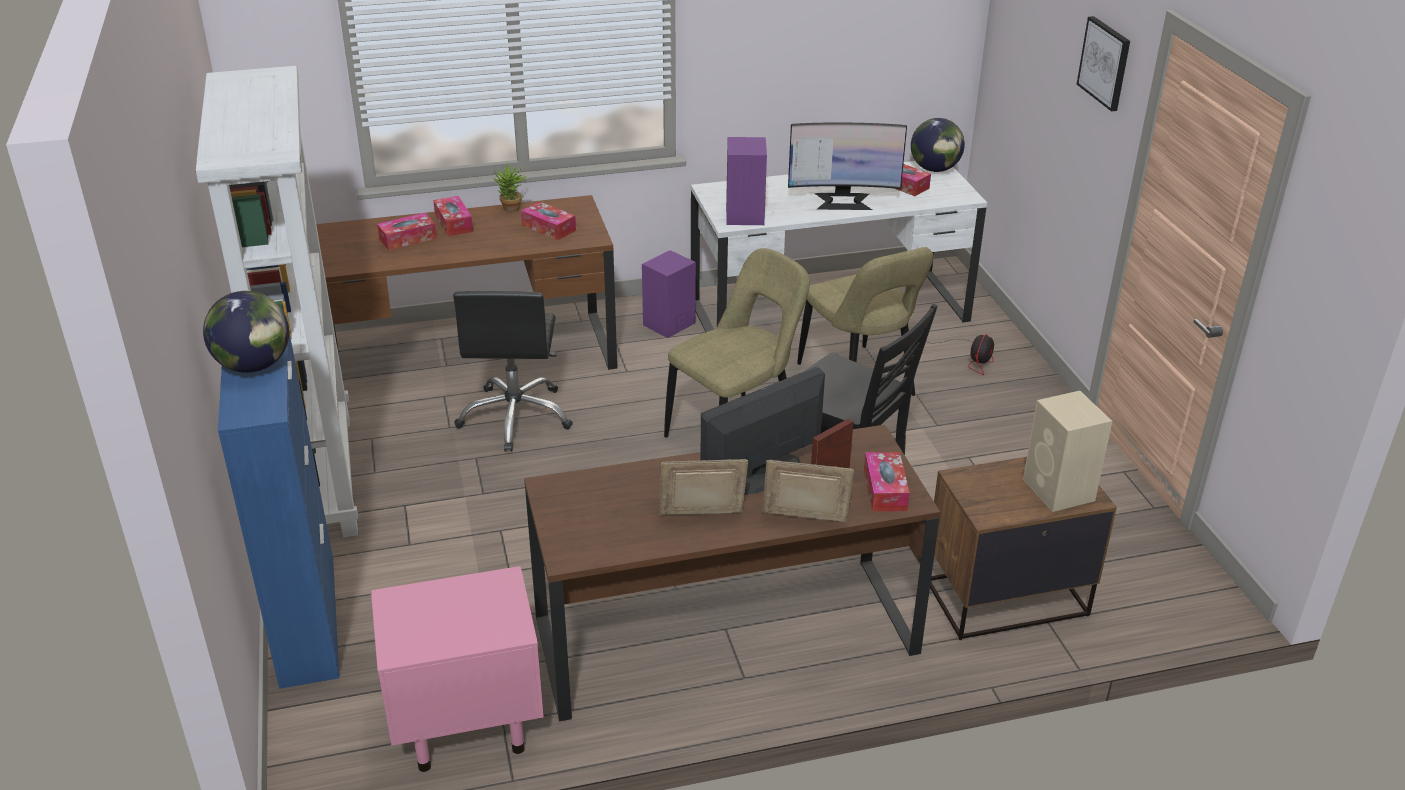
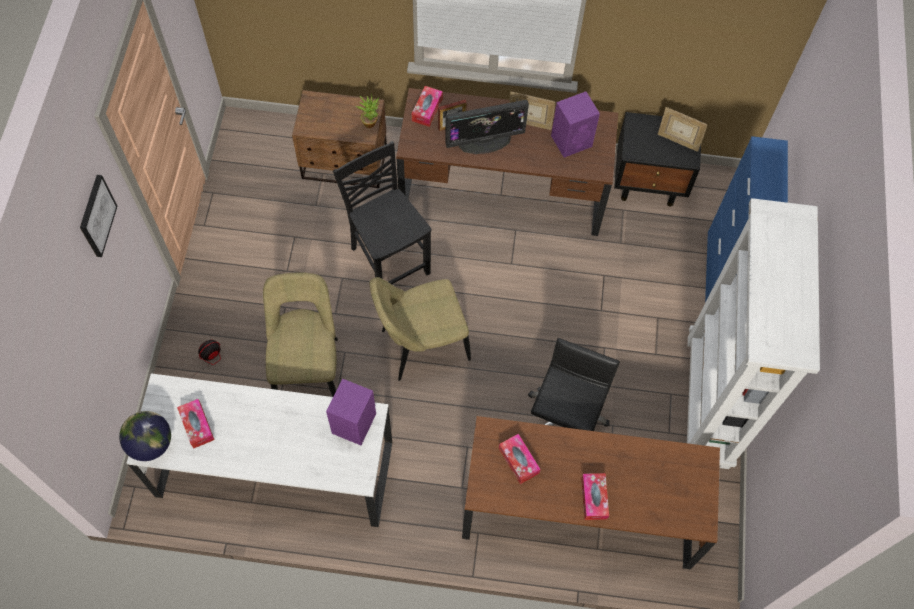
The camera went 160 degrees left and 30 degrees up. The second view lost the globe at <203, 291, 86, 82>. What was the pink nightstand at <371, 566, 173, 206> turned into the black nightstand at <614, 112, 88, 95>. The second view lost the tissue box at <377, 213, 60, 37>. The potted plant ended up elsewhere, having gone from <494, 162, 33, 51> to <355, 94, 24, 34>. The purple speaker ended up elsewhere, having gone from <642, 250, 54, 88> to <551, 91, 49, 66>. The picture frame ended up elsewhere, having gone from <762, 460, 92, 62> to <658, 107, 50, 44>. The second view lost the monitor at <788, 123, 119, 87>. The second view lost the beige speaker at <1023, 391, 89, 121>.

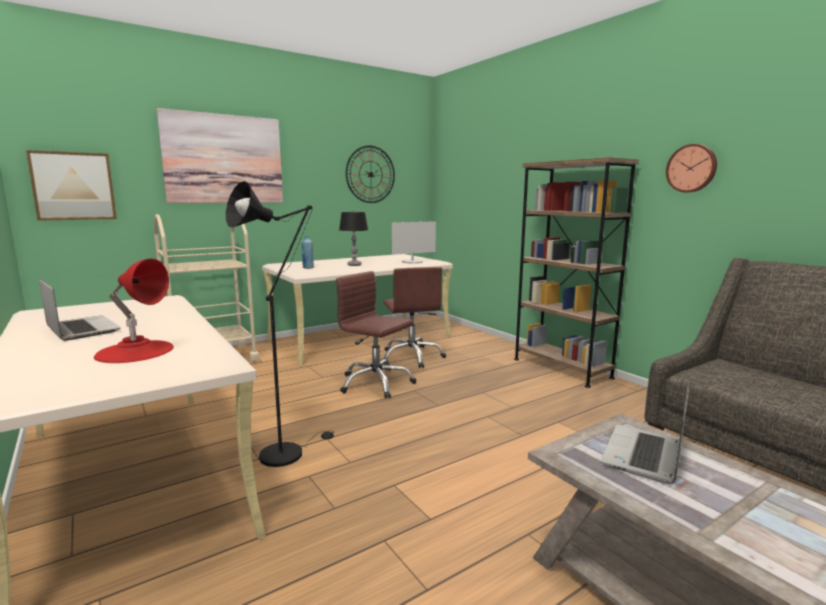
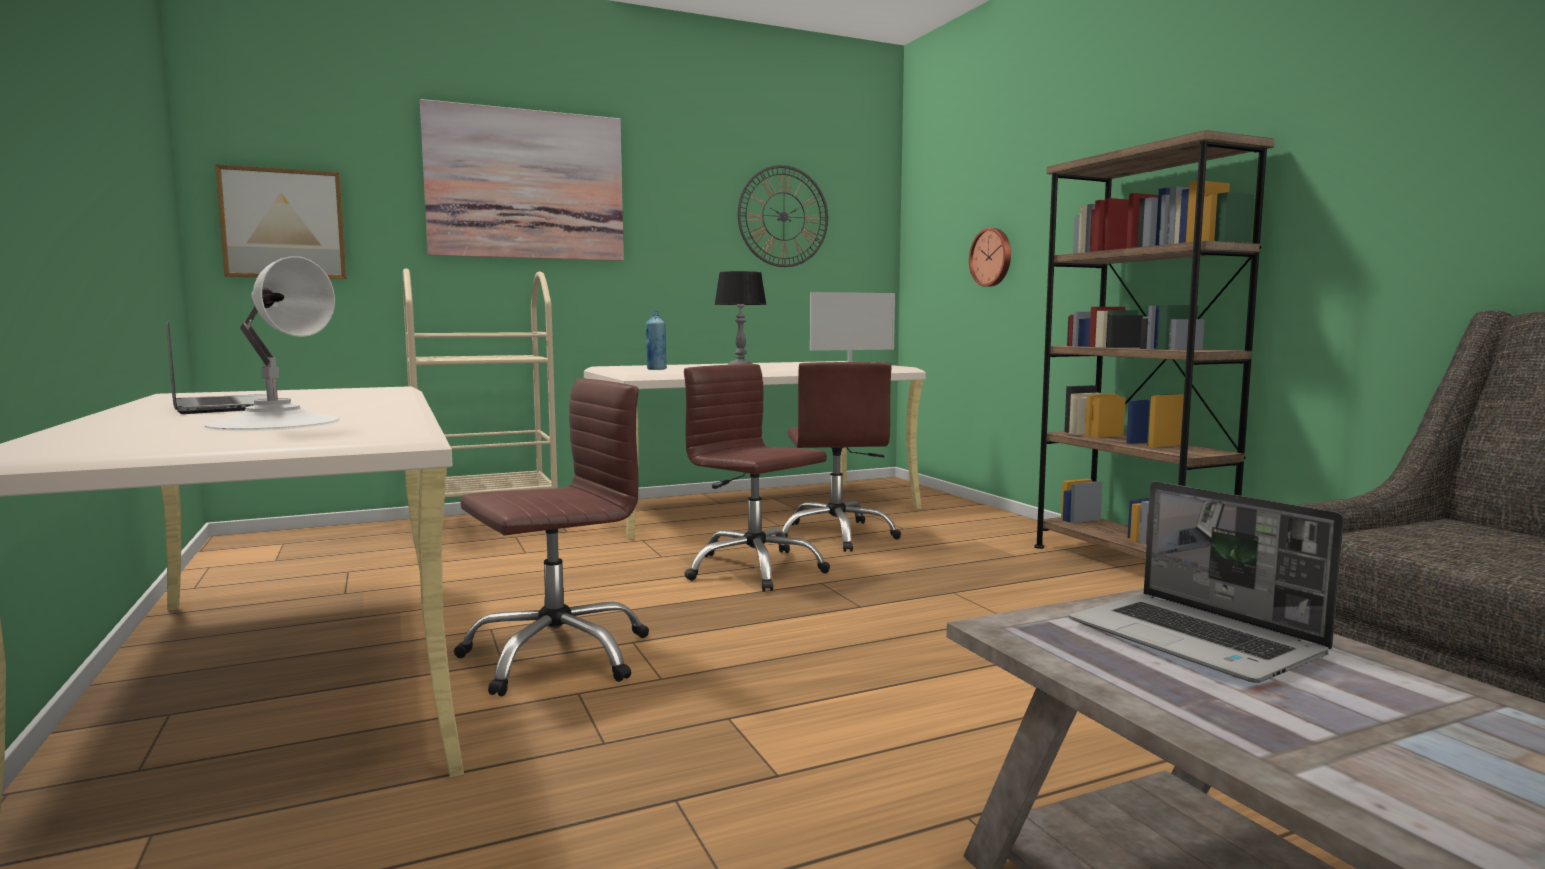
The camera went 10 degrees right and 5 degrees down. What was the red table lamp at <94, 258, 80, 105> turned into the white table lamp at <203, 256, 138, 175>. Where the black floor lamp stood at <226, 181, 109, 286>, the brown office chair came to stand at <454, 379, 195, 317>. The laptop at <601, 386, 88, 98> ended up facing another way, 75 degrees counterclockwise from before. The wall clock ended up elsewhere, having gone from <666, 144, 51, 49> to <969, 228, 42, 59>.

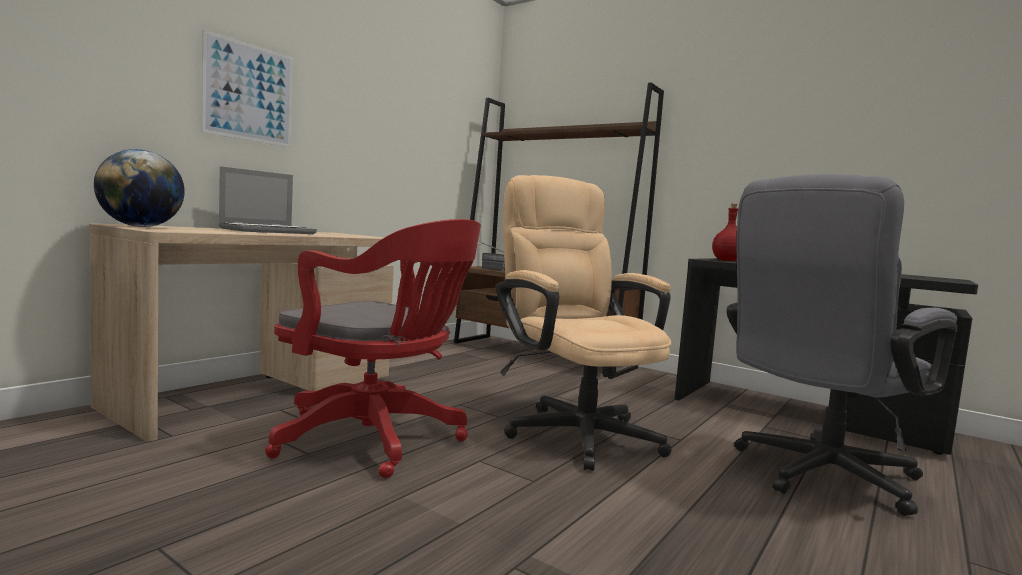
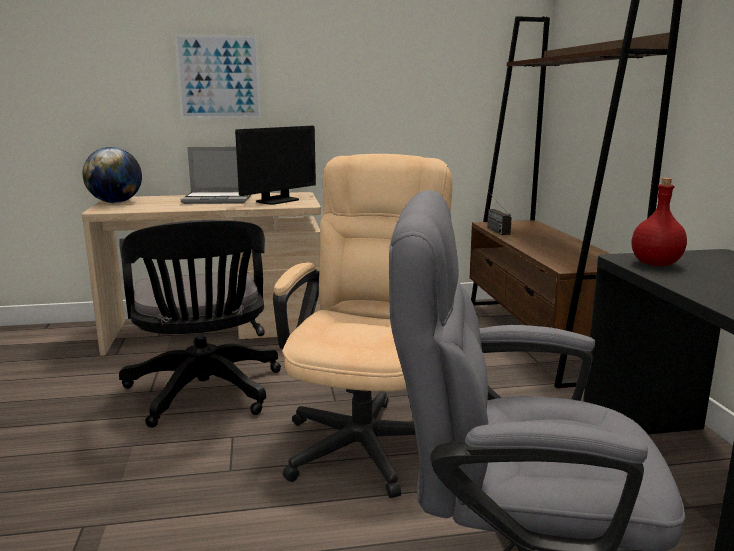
The camera went 45 degrees right and 10 degrees up. What was the red office chair at <265, 219, 216, 259> turned into the black office chair at <119, 220, 162, 208>. The second view gained the monitor at <235, 126, 81, 79>.

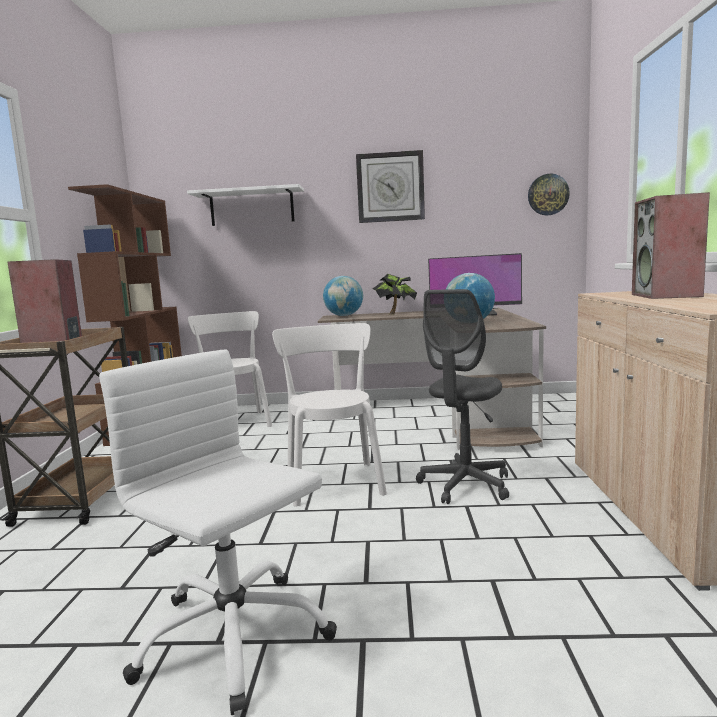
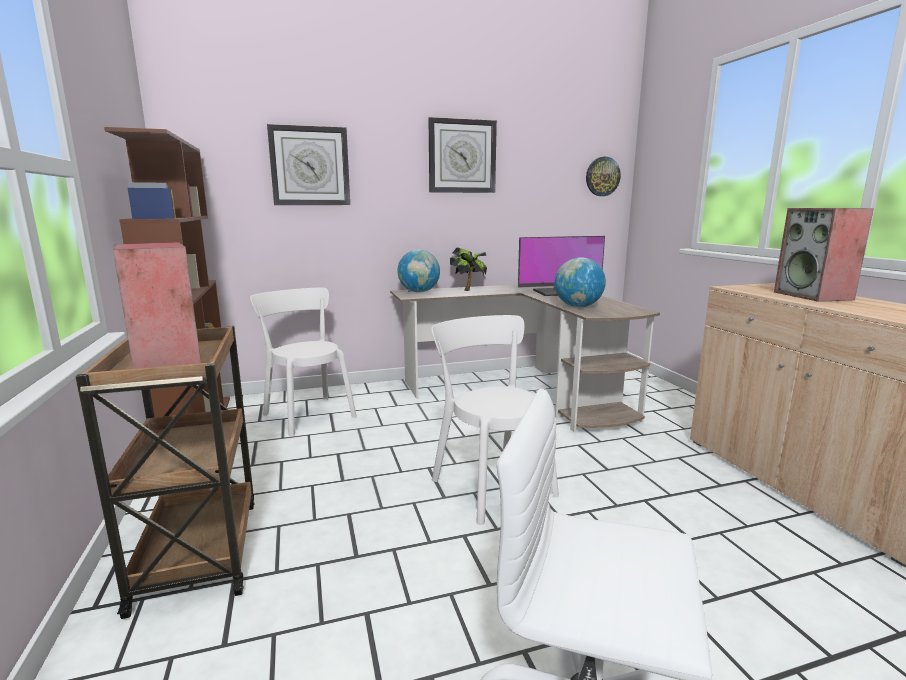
The camera went 20 degrees left and 5 degrees up. Where the white shelf hung at <187, 184, 117, 42>, the wall clock came to hang at <267, 124, 83, 81>. The second view lost the grey office chair at <416, 289, 93, 215>.

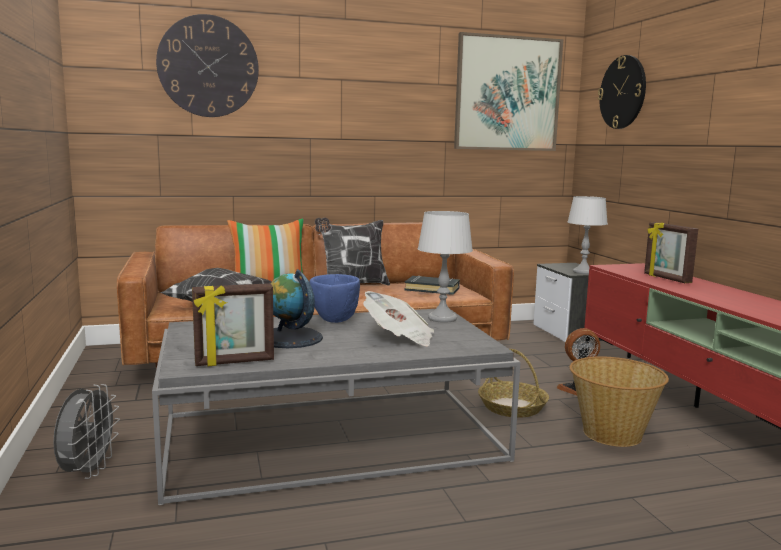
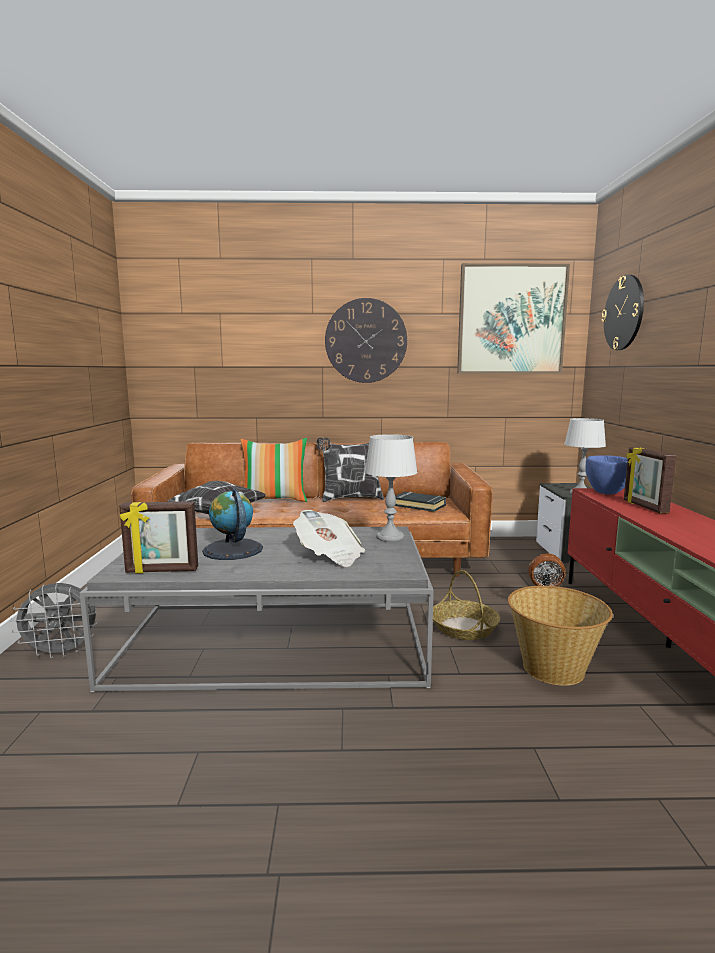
The camera went 15 degrees right and 0 degrees up. The grey fan at <53, 384, 67, 95> ended up facing another way, 60 degrees clockwise from before. The wall clock ended up elsewhere, having gone from <156, 14, 103, 103> to <325, 298, 82, 85>. The blue bowl ended up elsewhere, having gone from <309, 274, 51, 49> to <586, 455, 42, 39>.

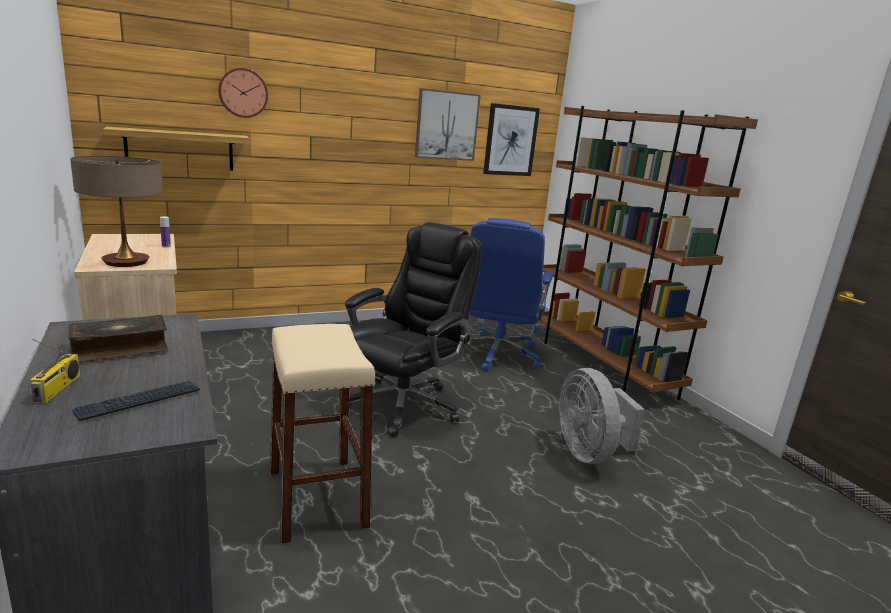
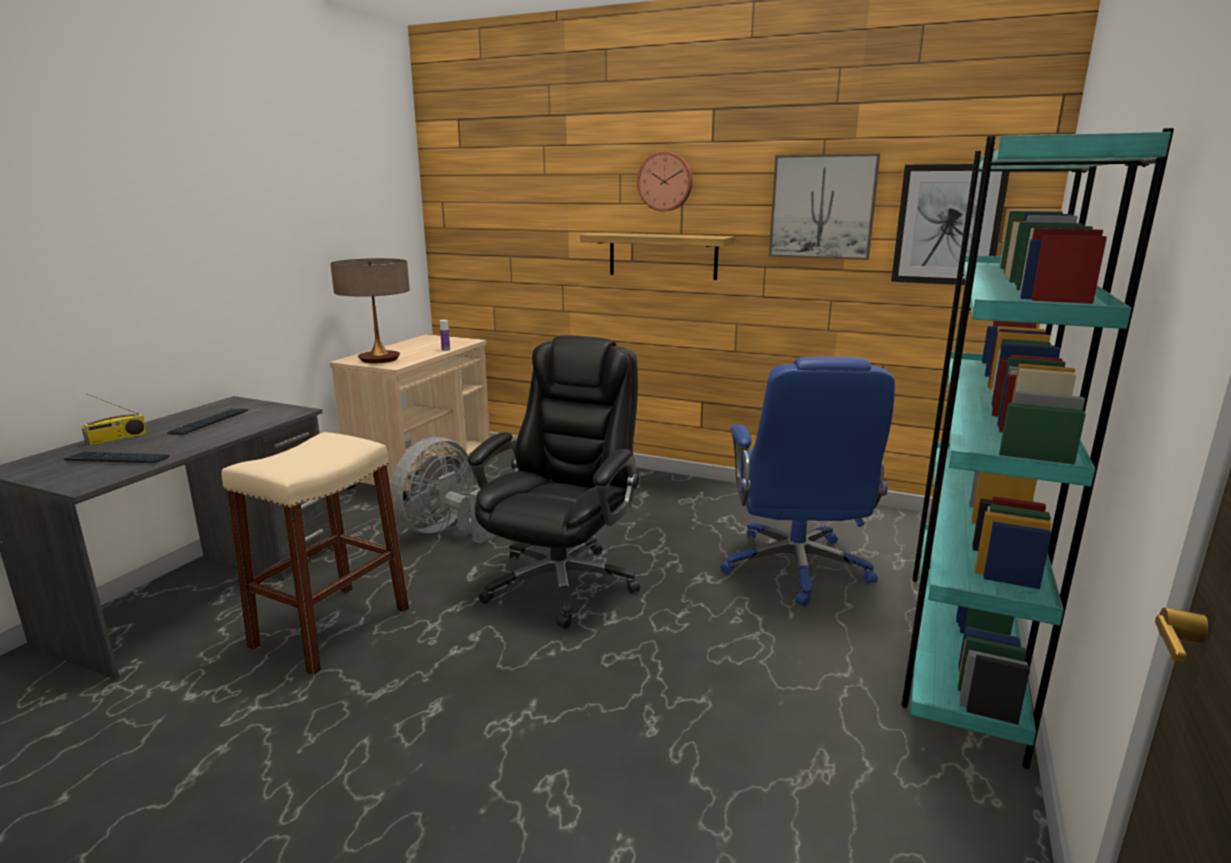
The camera went 50 degrees right and 0 degrees up. Where the book stood at <68, 315, 100, 48>, the keyboard came to stand at <167, 408, 81, 27>. The shelf ended up elsewhere, having gone from <103, 126, 147, 45> to <580, 233, 155, 47>. The wall clock ended up elsewhere, having gone from <218, 68, 50, 50> to <637, 151, 56, 60>. The black office chair at <345, 222, 137, 216> ended up facing another way, 60 degrees counterclockwise from before. The blue office chair at <469, 218, 85, 153> ended up facing another way, 60 degrees counterclockwise from before. What was the brown bookcase at <538, 106, 220, 294> turned into the turquoise bookcase at <901, 128, 273, 641>. The grey fan ended up elsewhere, having gone from <559, 368, 86, 96> to <390, 437, 105, 107>.

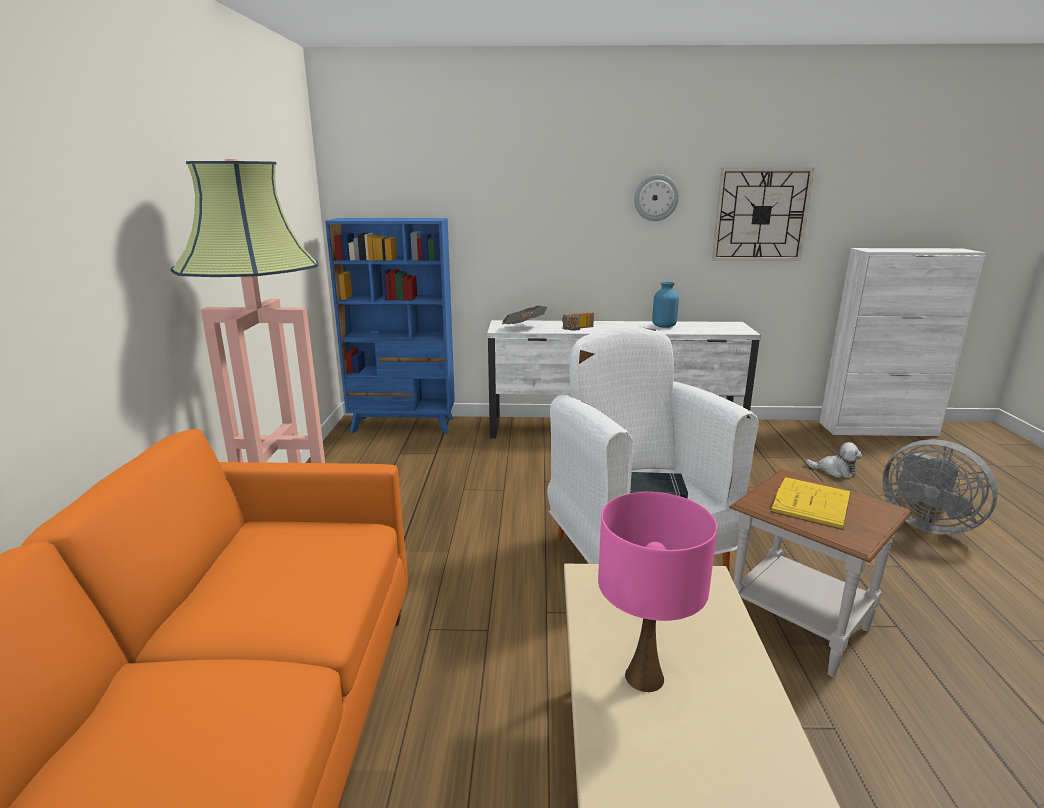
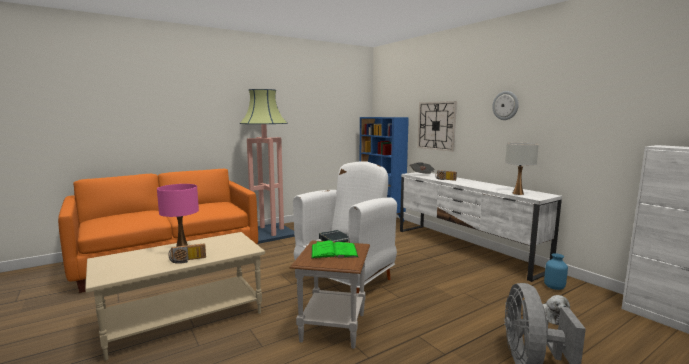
The camera went 55 degrees right and 10 degrees down. The blue vase ended up elsewhere, having gone from <652, 282, 27, 46> to <544, 253, 24, 37>. The wall clock ended up elsewhere, having gone from <712, 168, 103, 93> to <417, 101, 40, 51>. What was the yellow book at <770, 477, 81, 53> turned into the green book at <311, 240, 48, 19>. The second view gained the radio at <169, 243, 37, 21>. The second view gained the white table lamp at <505, 143, 34, 52>.

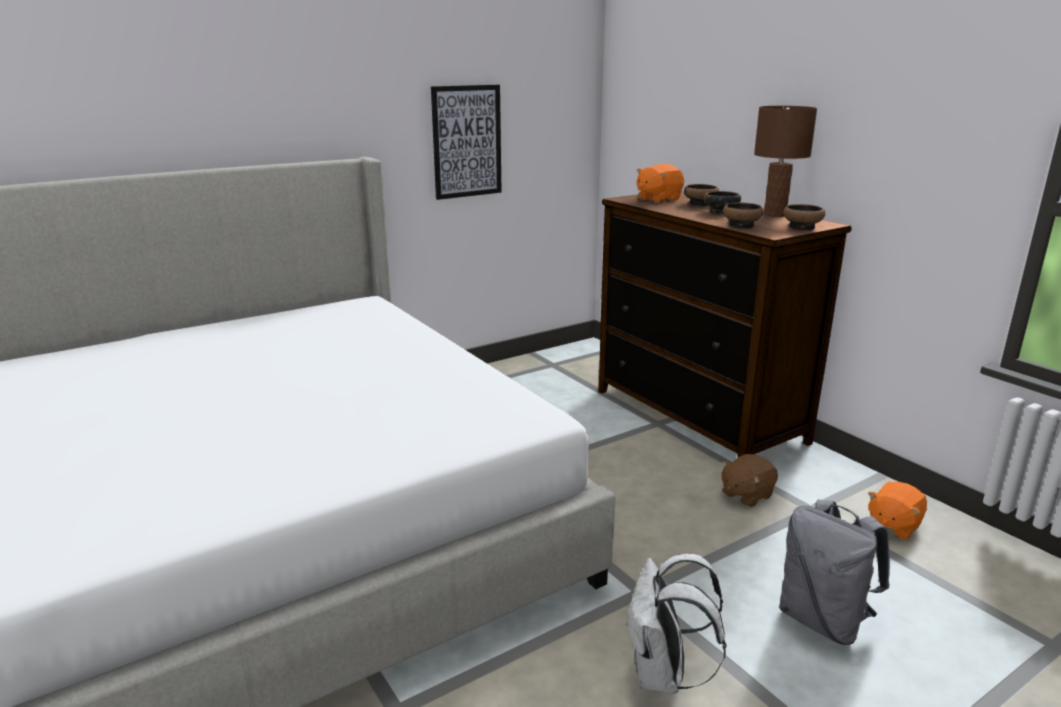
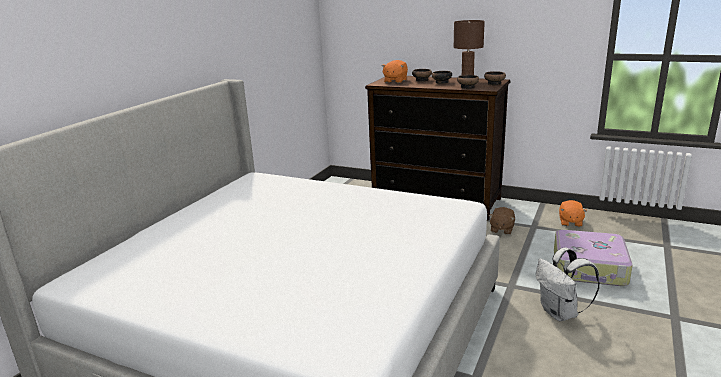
The camera went 30 degrees left and 0 degrees up. The second view lost the picture at <431, 85, 71, 115>. Where the grey backpack stood at <779, 499, 111, 146>, the suitcase came to stand at <554, 230, 79, 56>.

